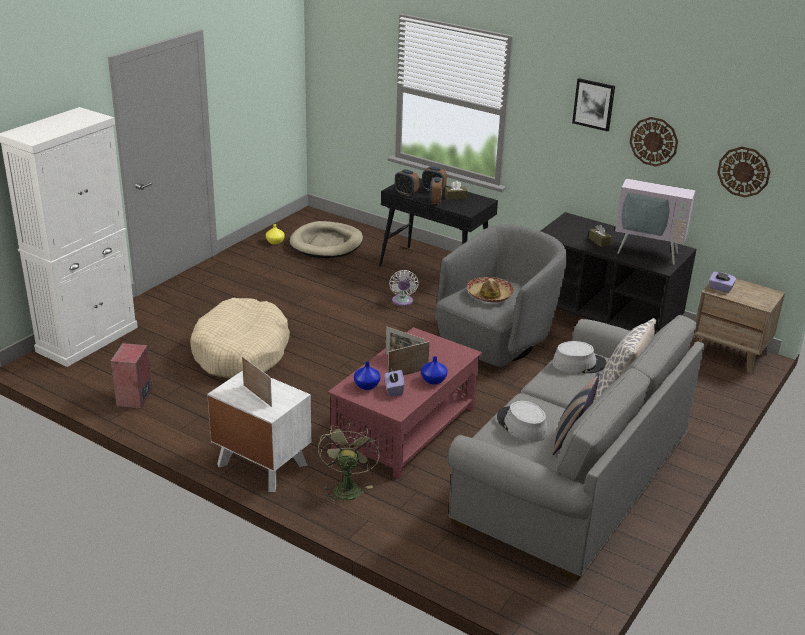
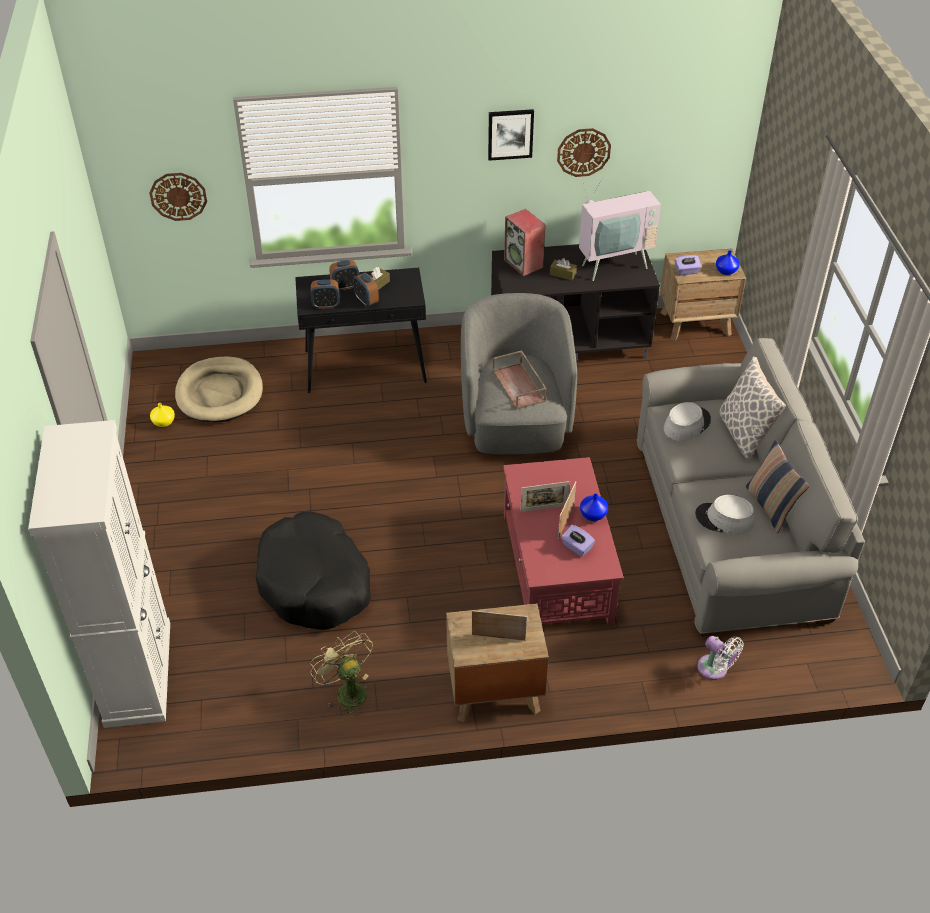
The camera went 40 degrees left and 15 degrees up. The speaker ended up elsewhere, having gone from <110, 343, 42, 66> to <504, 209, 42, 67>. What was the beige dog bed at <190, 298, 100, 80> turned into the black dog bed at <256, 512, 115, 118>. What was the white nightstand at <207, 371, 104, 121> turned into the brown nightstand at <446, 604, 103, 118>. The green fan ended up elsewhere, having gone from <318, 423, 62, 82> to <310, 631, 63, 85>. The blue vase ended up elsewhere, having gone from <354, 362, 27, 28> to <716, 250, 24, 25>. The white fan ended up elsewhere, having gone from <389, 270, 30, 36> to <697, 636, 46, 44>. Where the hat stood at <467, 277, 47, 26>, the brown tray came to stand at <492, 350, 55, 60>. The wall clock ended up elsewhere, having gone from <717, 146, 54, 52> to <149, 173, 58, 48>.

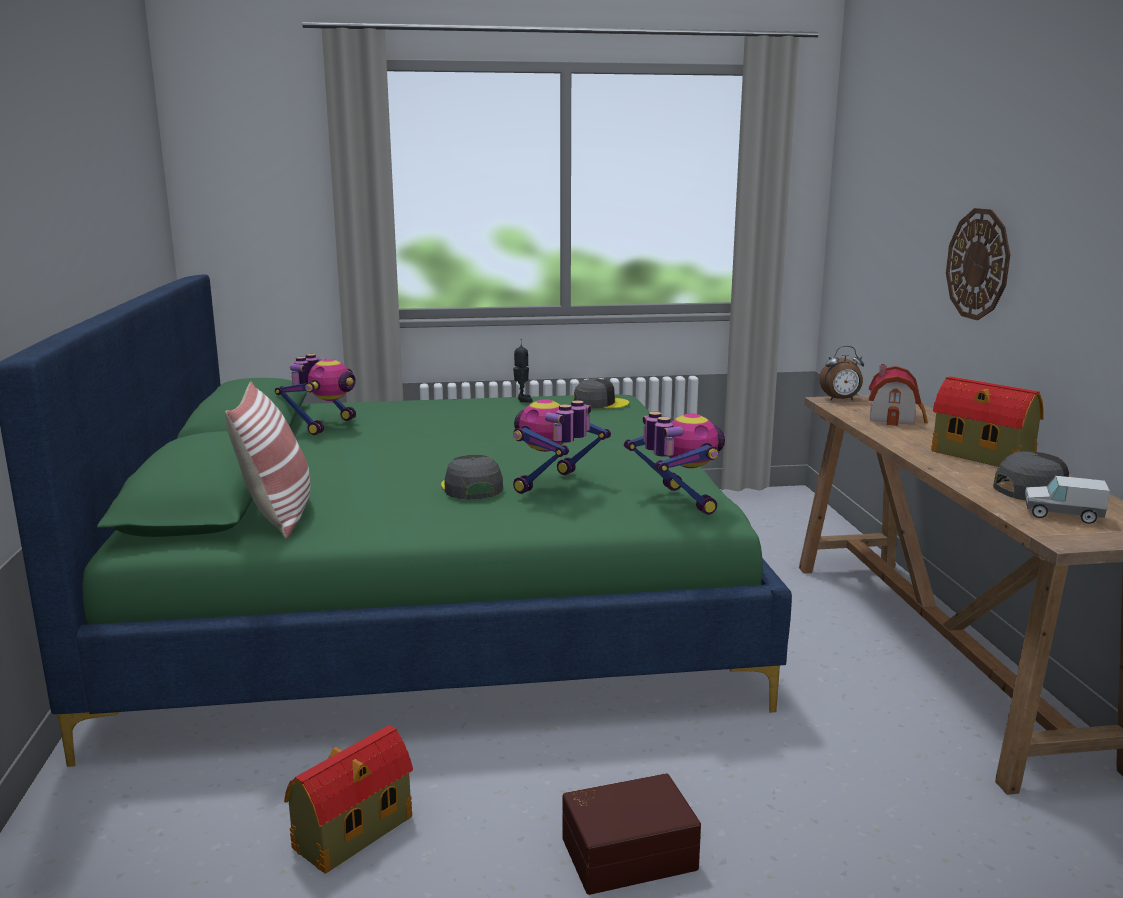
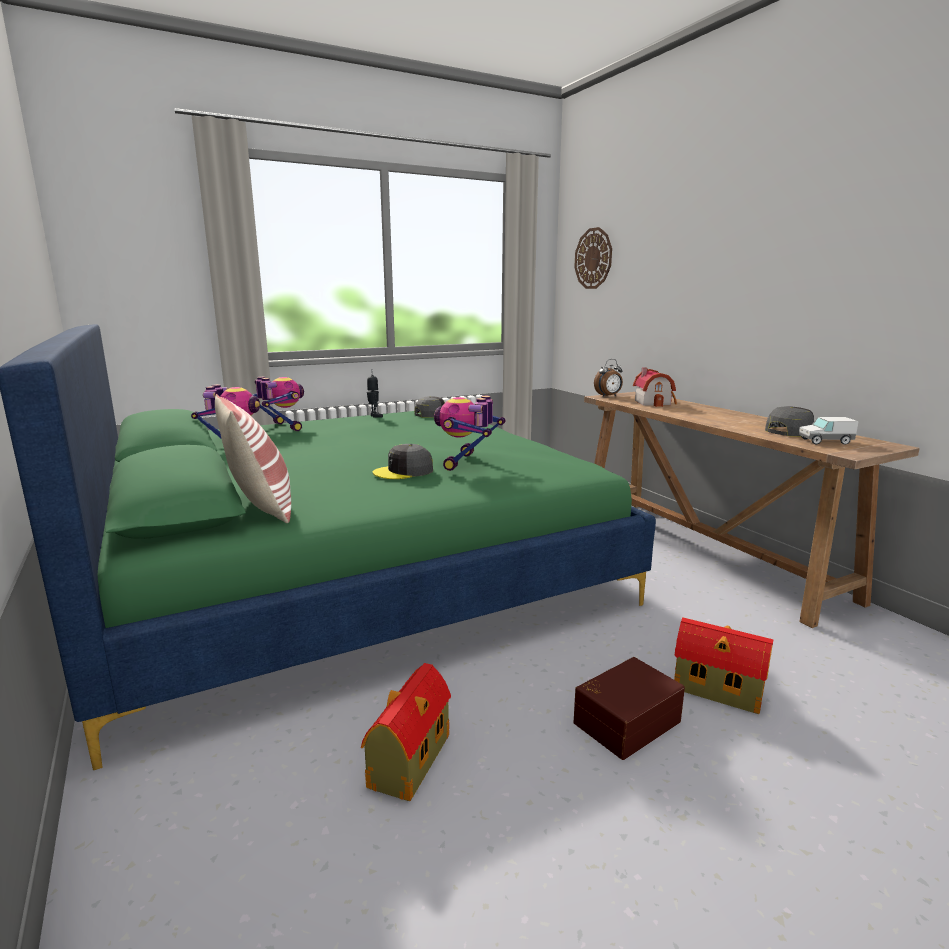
The camera went 20 degrees left and 0 degrees up. The grey cap at <441, 455, 62, 45> ended up facing another way, 75 degrees counterclockwise from before. The toy robot ended up elsewhere, having gone from <624, 412, 101, 103> to <252, 377, 52, 54>. The toy house ended up elsewhere, having gone from <931, 376, 113, 91> to <674, 618, 100, 96>. The wall clock ended up elsewhere, having gone from <946, 208, 64, 112> to <574, 227, 38, 62>.

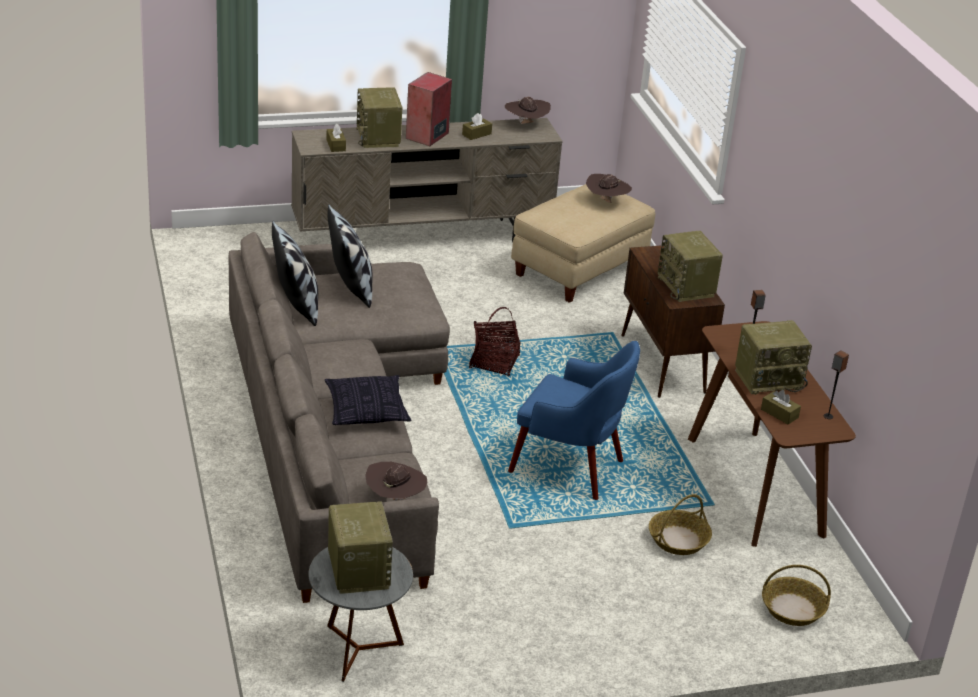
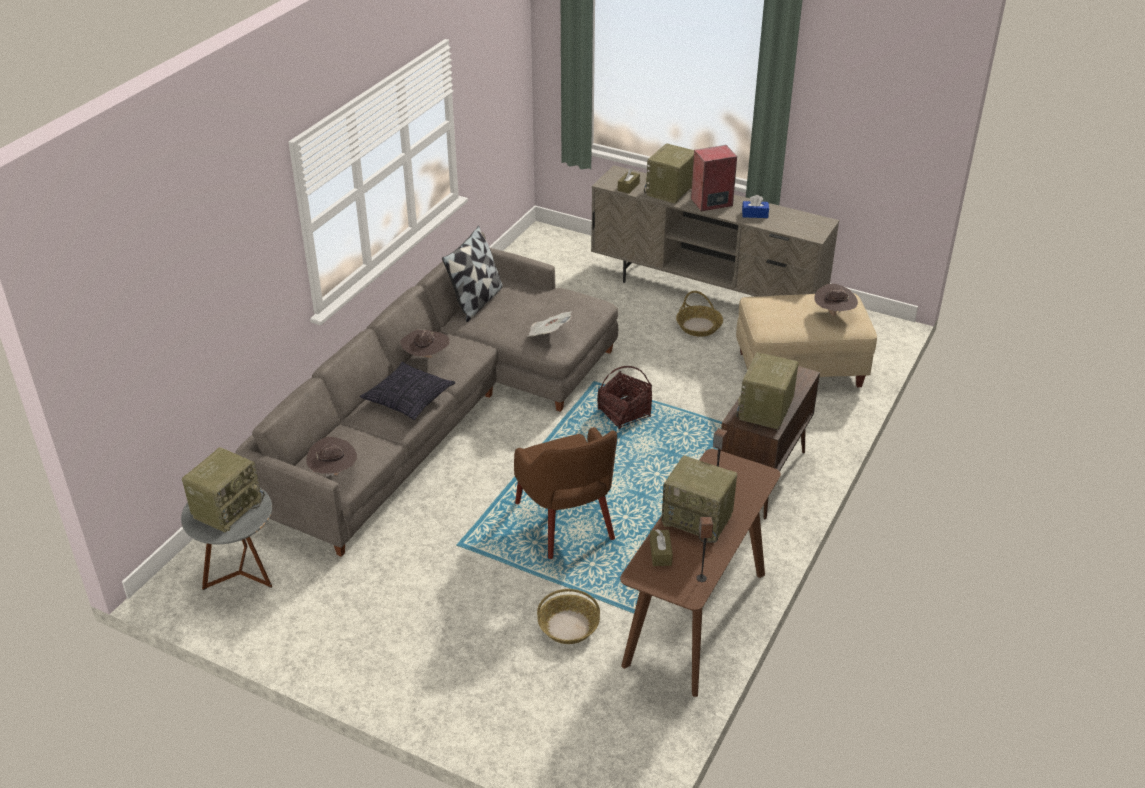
The camera went 45 degrees right and 5 degrees up. The second view lost the pillow at <328, 204, 45, 104>. What was the brown tissue box at <462, 113, 30, 27> turned into the blue tissue box at <742, 195, 27, 23>. The brown hat ended up elsewhere, having gone from <505, 97, 46, 27> to <400, 329, 50, 29>. What was the blue armchair at <508, 341, 132, 159> turned into the brown armchair at <514, 427, 103, 132>. The basket ended up elsewhere, having gone from <762, 565, 69, 61> to <676, 291, 47, 46>. The second view gained the newspaper at <527, 312, 45, 25>.

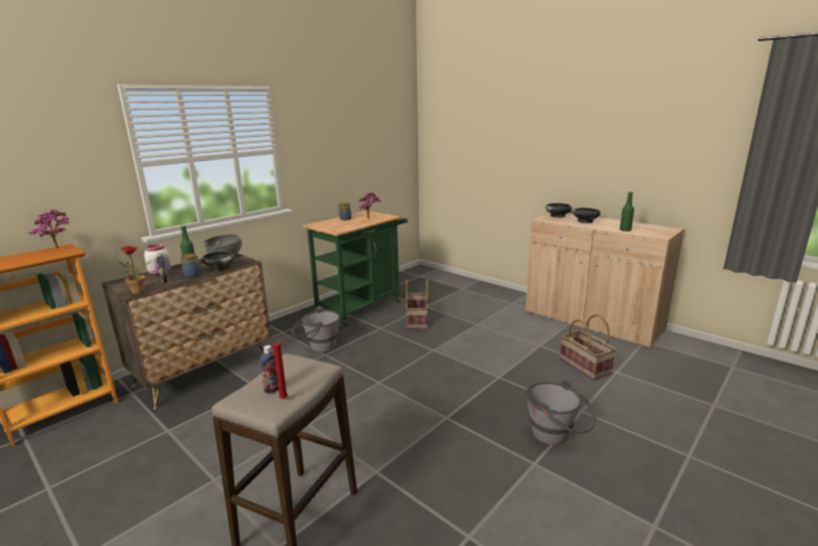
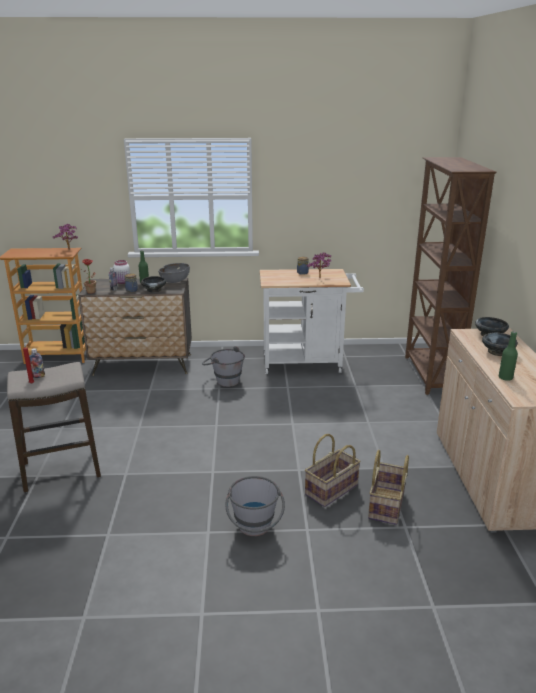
The camera went 45 degrees right and 5 degrees up. What was the green cart at <303, 211, 105, 116> turned into the white cart at <260, 269, 104, 105>. The basket ended up elsewhere, having gone from <405, 280, 23, 49> to <305, 434, 56, 73>. The second view gained the brown bookcase at <405, 157, 91, 238>.

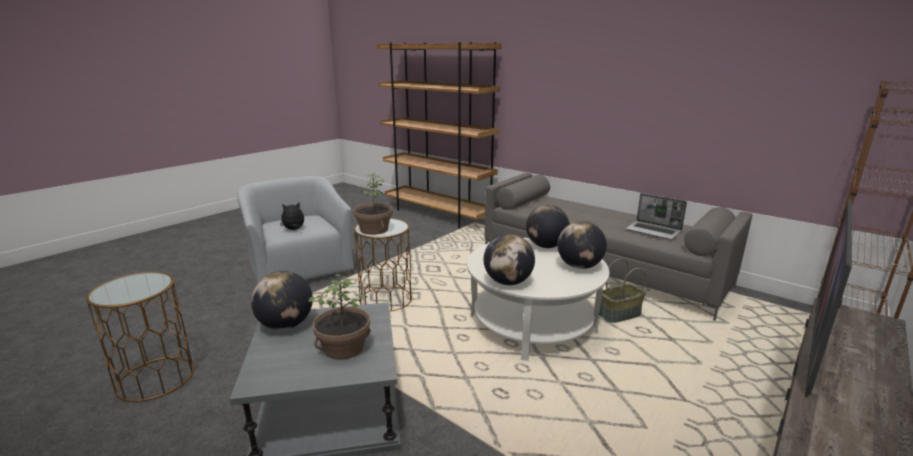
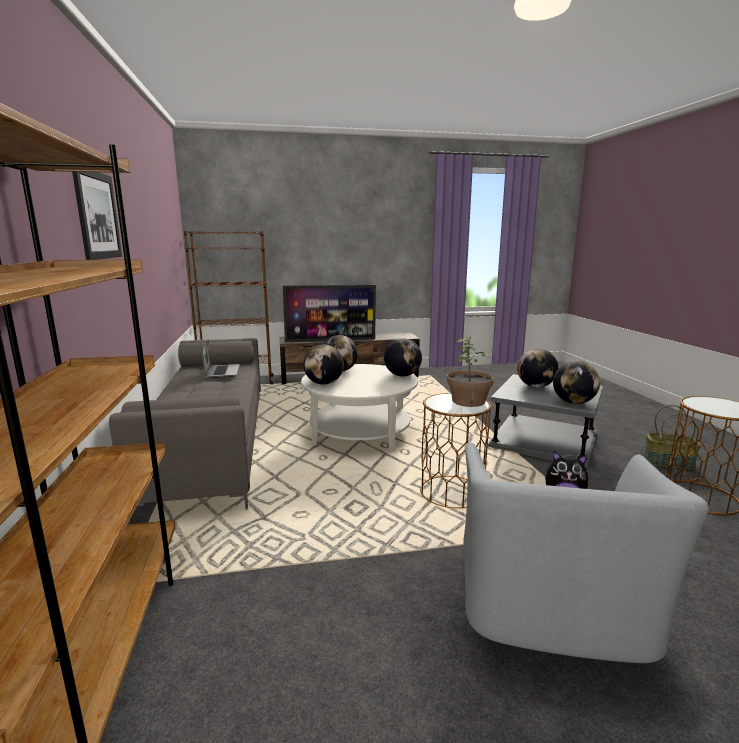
The camera went 140 degrees left and 5 degrees down. Where the potted plant stood at <308, 274, 62, 86>, the globe came to stand at <517, 349, 42, 38>. The basket ended up elsewhere, having gone from <599, 259, 47, 64> to <644, 405, 57, 65>. The second view gained the picture at <72, 172, 50, 88>.

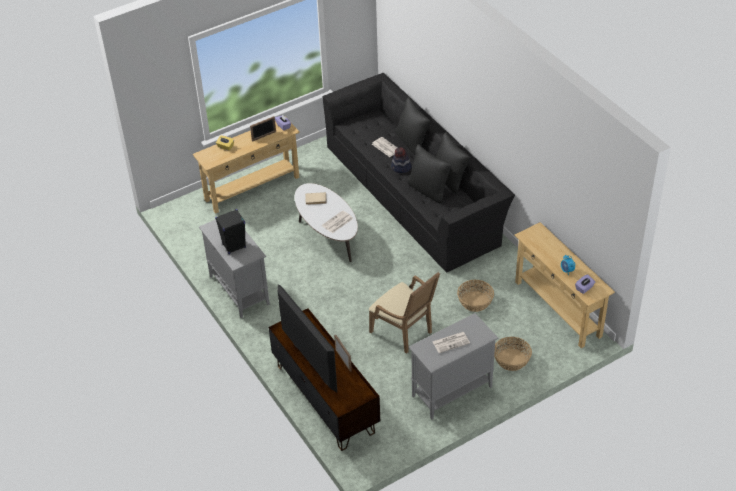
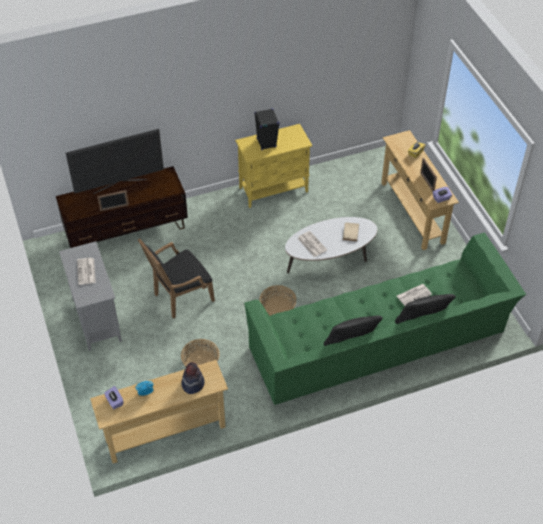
The camera went 100 degrees right and 5 degrees up. What was the grey cabinet at <199, 219, 71, 99> turned into the yellow cabinet at <235, 124, 77, 84>. What was the black sofa at <322, 72, 193, 201> turned into the green sofa at <244, 232, 282, 173>. What was the beige armchair at <369, 272, 71, 82> turned into the black armchair at <138, 238, 77, 81>. The hat ended up elsewhere, having gone from <391, 147, 21, 26> to <181, 362, 24, 32>. The second view lost the black pillow at <407, 144, 45, 60>. The basket ended up elsewhere, having gone from <494, 337, 38, 34> to <259, 285, 37, 31>.

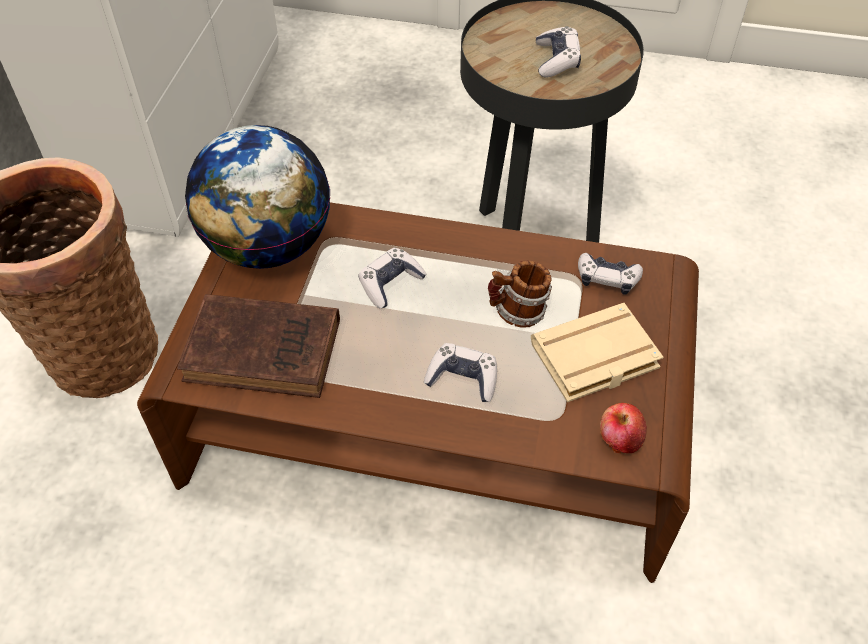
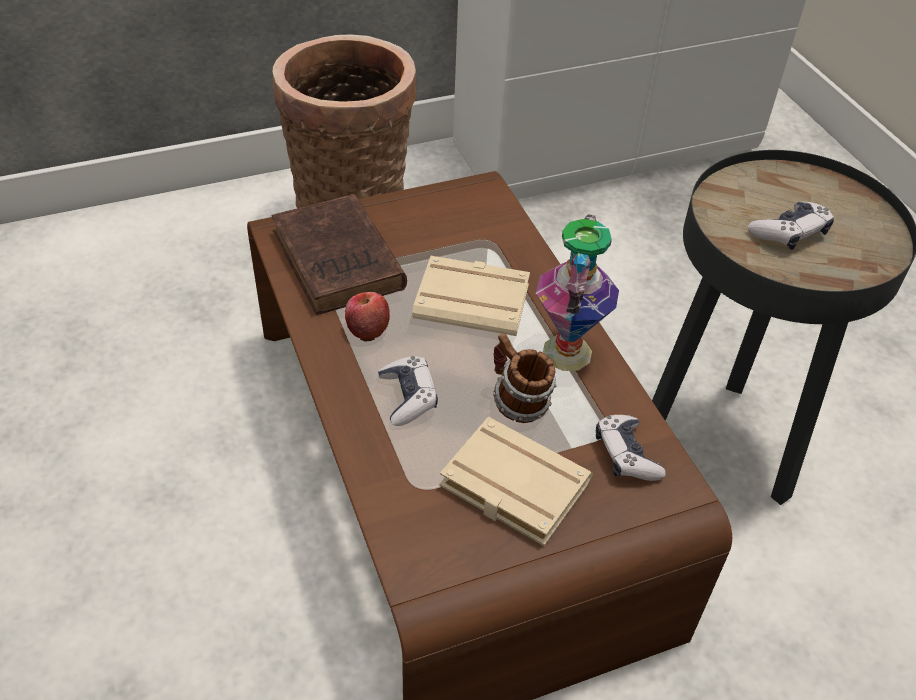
The camera went 55 degrees right and 5 degrees down. The second view lost the globe at <185, 125, 145, 144>. Where the game controller stood at <358, 248, 69, 60>, the beige book came to stand at <412, 256, 118, 80>. The apple ended up elsewhere, having gone from <600, 403, 47, 50> to <345, 292, 45, 50>. The second view gained the vase at <536, 214, 83, 157>.

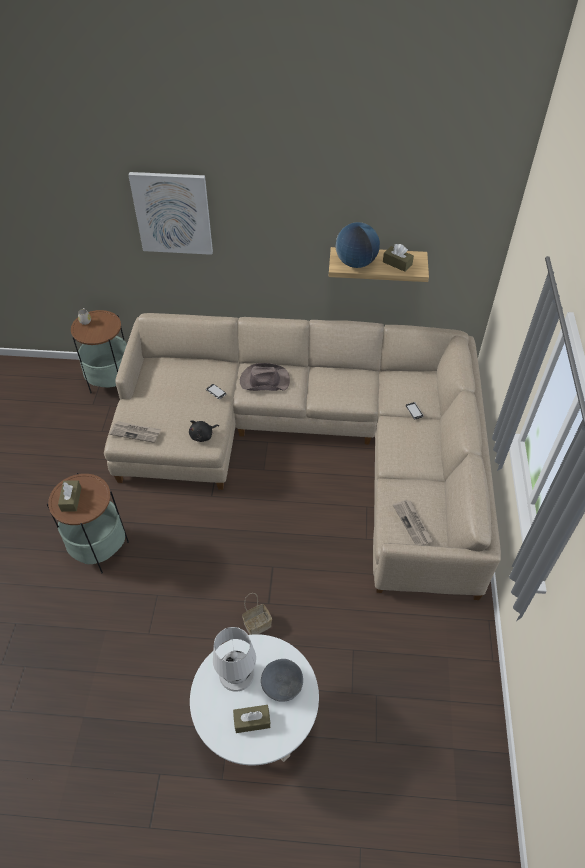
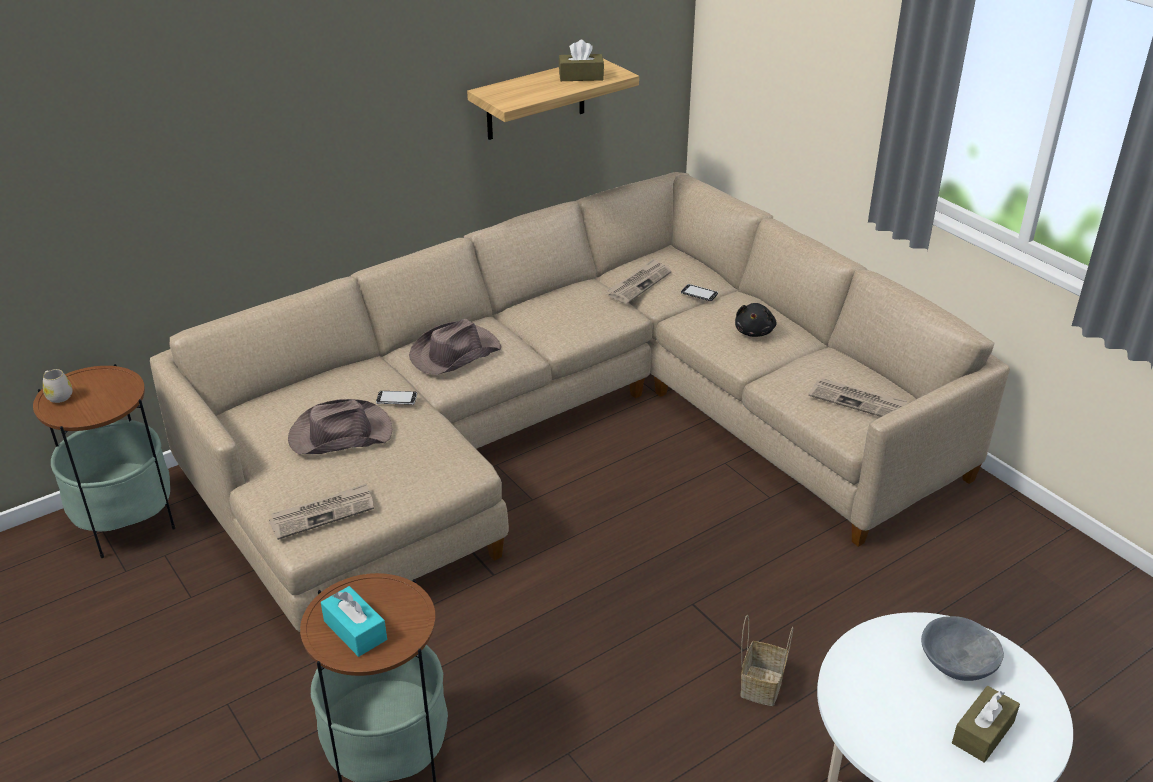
The camera went 40 degrees left and 15 degrees down. What was the brown tissue box at <58, 480, 23, 32> turned into the turquoise tissue box at <321, 586, 66, 71>. The second view lost the picture at <128, 172, 85, 83>. The black plush toy ended up elsewhere, having gone from <189, 420, 30, 22> to <735, 303, 42, 34>. The second view lost the white table lamp at <213, 627, 43, 65>. The second view lost the globe at <335, 222, 45, 46>. The second view gained the brown hat at <288, 399, 104, 55>. The second view gained the newspaper at <607, 259, 64, 45>.

